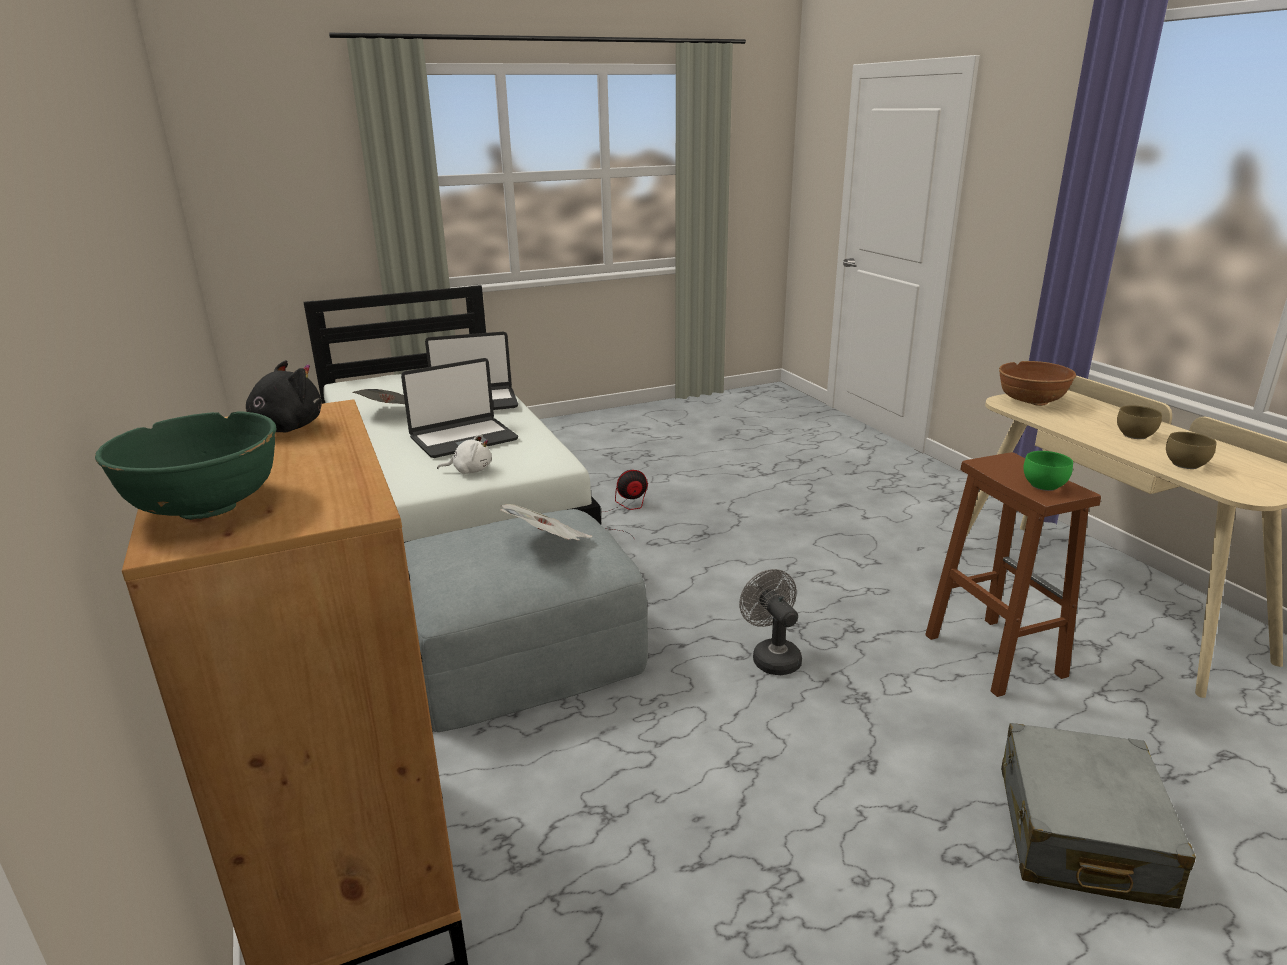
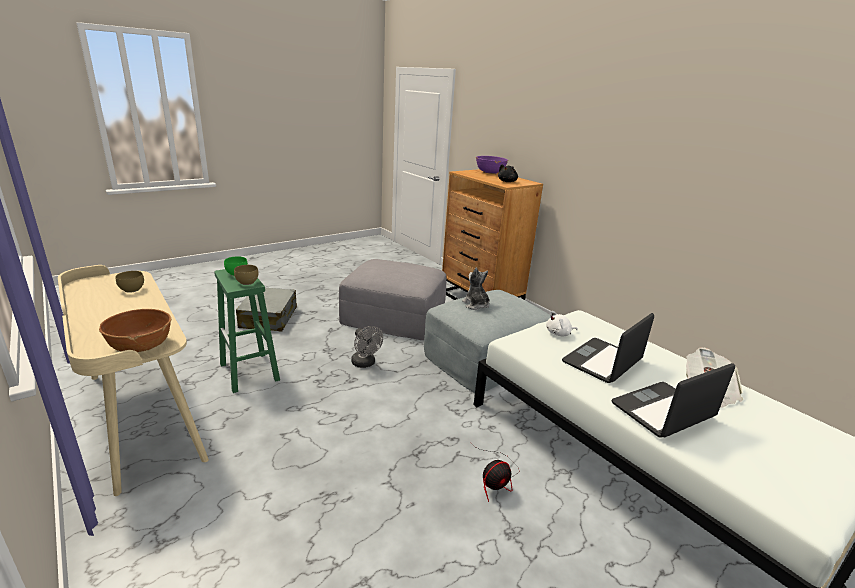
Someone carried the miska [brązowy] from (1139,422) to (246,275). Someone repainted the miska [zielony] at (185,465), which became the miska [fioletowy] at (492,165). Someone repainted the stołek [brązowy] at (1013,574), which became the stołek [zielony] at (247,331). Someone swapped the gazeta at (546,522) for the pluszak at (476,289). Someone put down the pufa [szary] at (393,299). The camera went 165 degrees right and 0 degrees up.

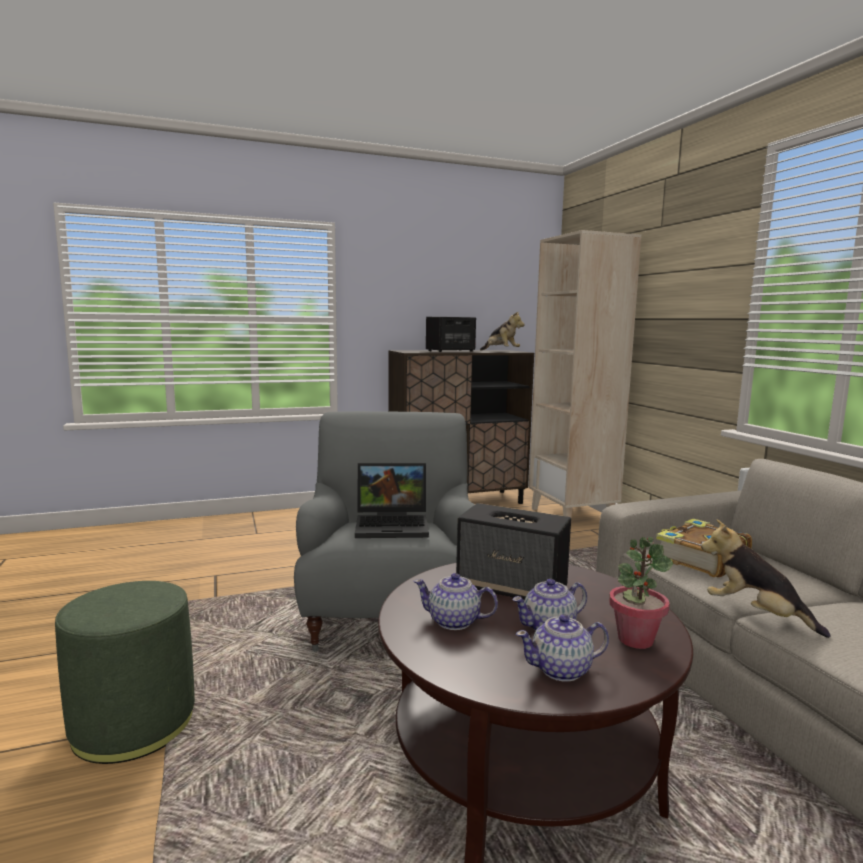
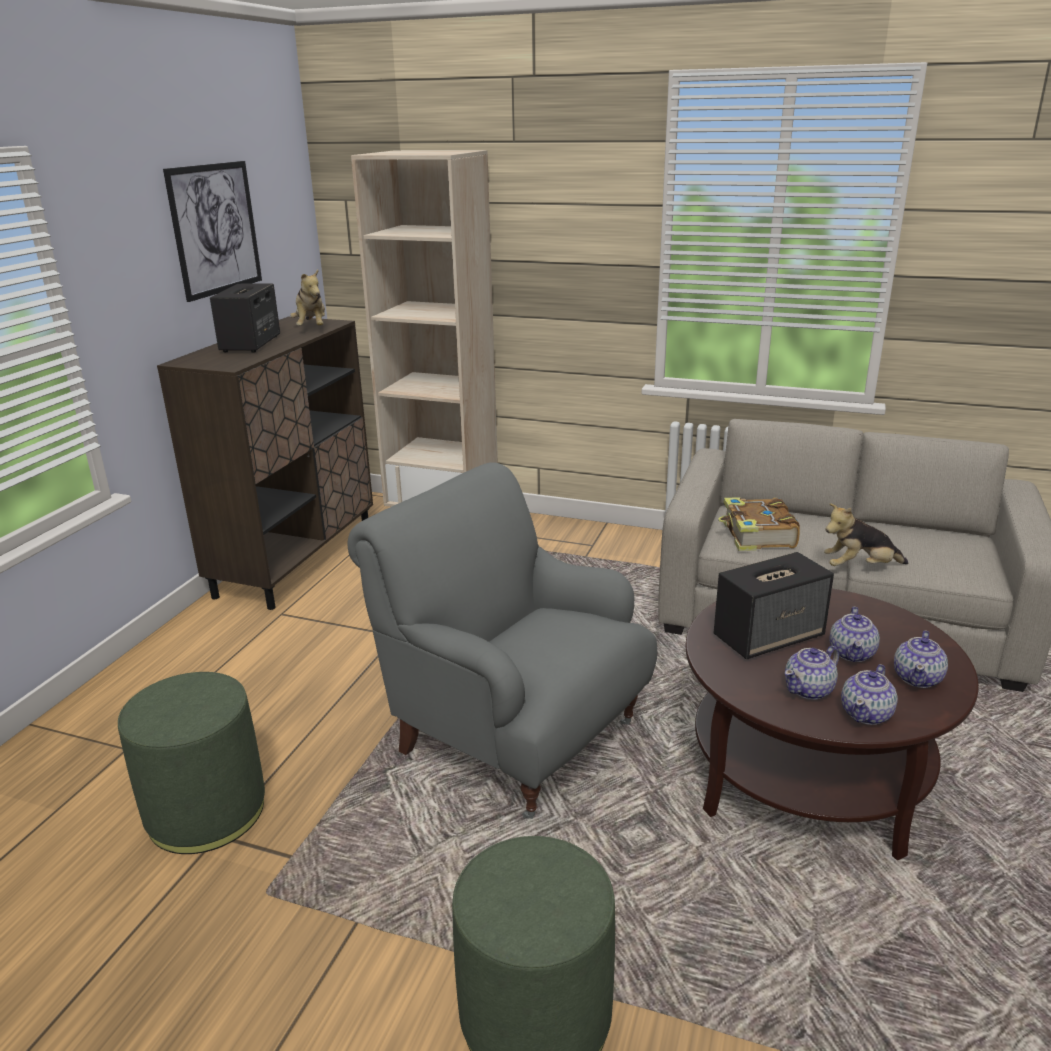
Someone rotated the pluszak at (502,330) by 75 degrees clockwise. Someone took away the laptop at (392,500). Someone took away the roślina doniczkowa at (641,593). Someone put up the obraz at (212,231). Someone put down the imbryk at (869,694). Someone put down the pufa [zielony] at (191,763). The camera went 50 degrees left and 15 degrees up.

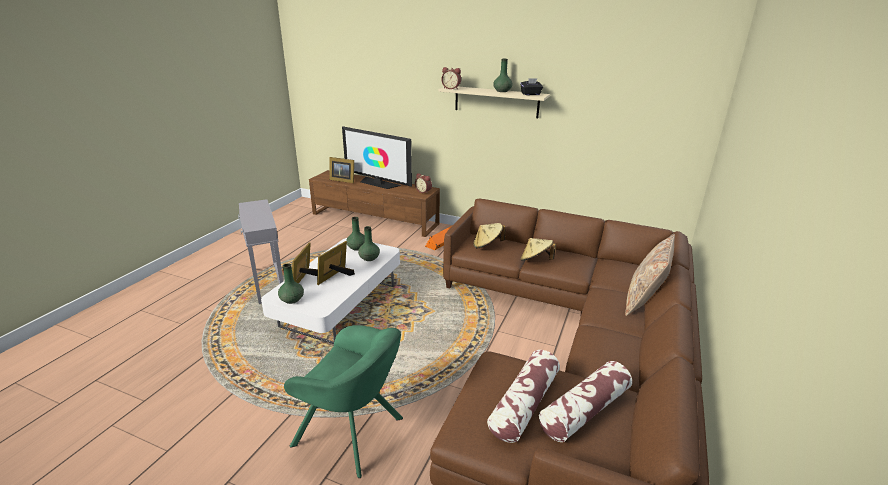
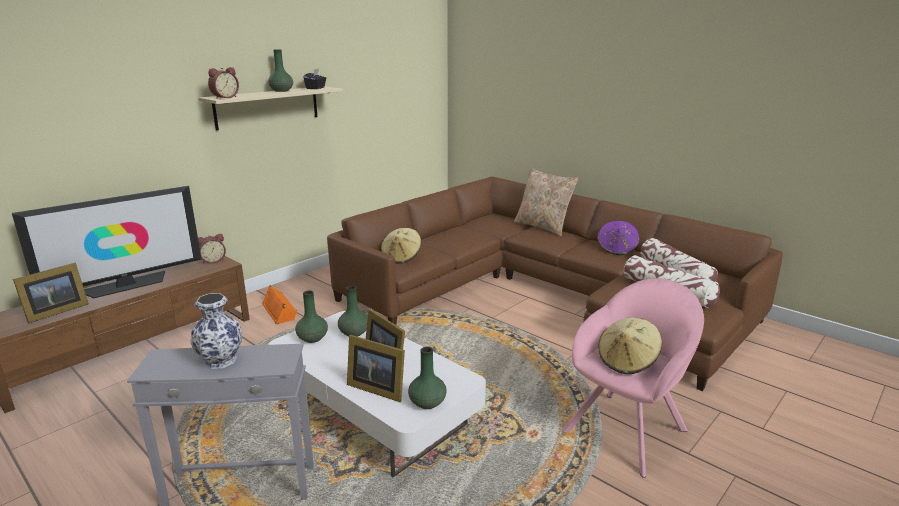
Someone carried the kapelusz [beżowy] from (538,249) to (630,346). Someone repainted the fotel [zielony] at (343,401), which became the fotel [różowy] at (633,378). Someone put down the kapelusz [fioletowy] at (618,238). Someone put down the wazon at (216,331). The camera went 70 degrees left and 5 degrees down.

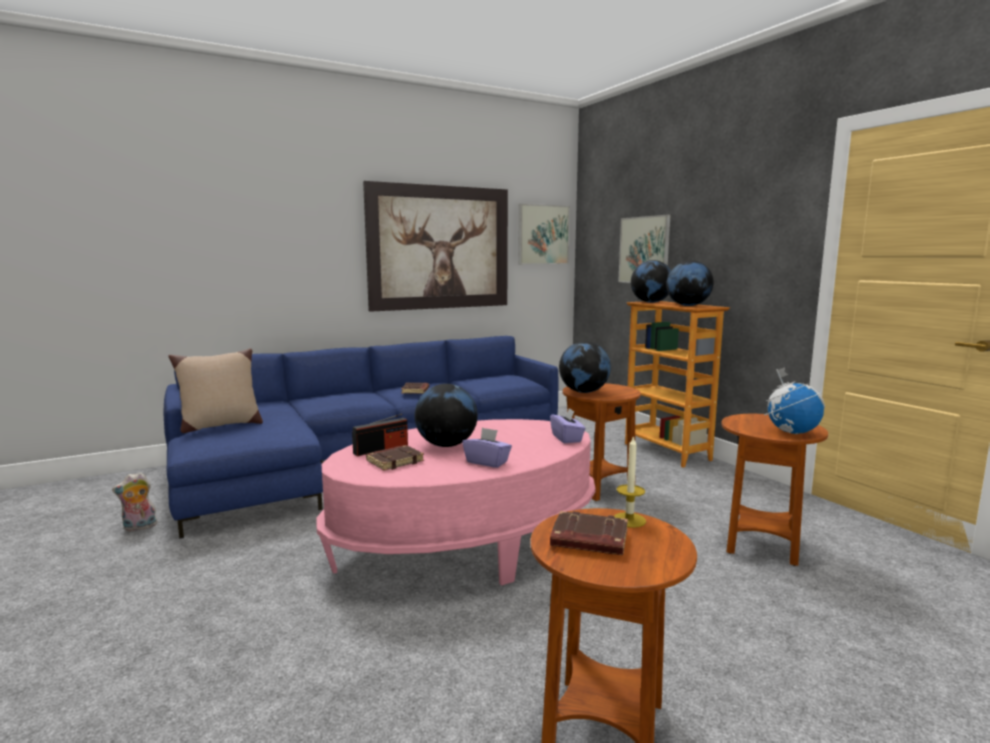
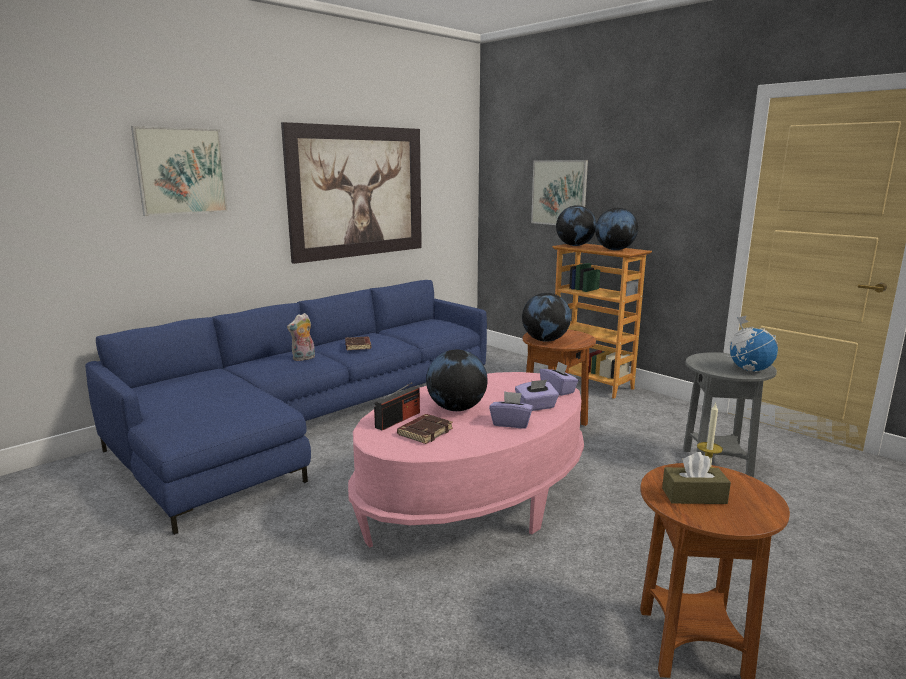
Someone carried the obraz from (544,234) to (179,171). Someone took away the poduszka [beżowy] at (216,390). Someone repainted the stolik [brązowy] at (774,490), which became the stolik [szary] at (730,415). Someone carried the pluszak from (135,501) to (301,337). Someone swapped the książka [brązowy] at (589,533) for the pudełko chusteczek [brązowy] at (696,478). Someone put down the pudełko chusteczek [fioletowy] at (537,395). The camera went 15 degrees left and 5 degrees up.

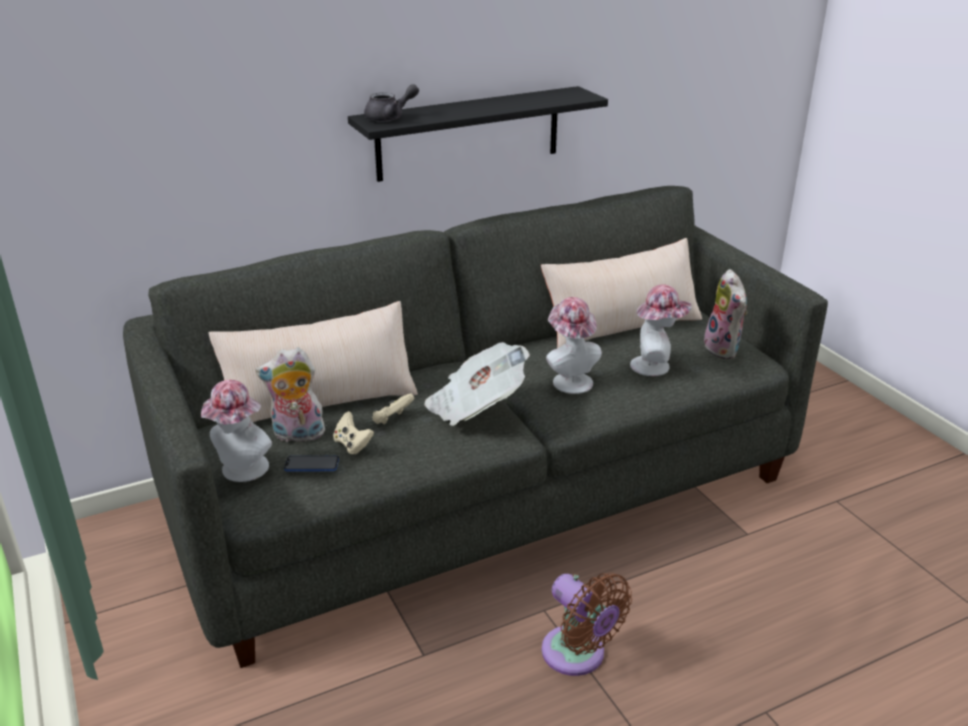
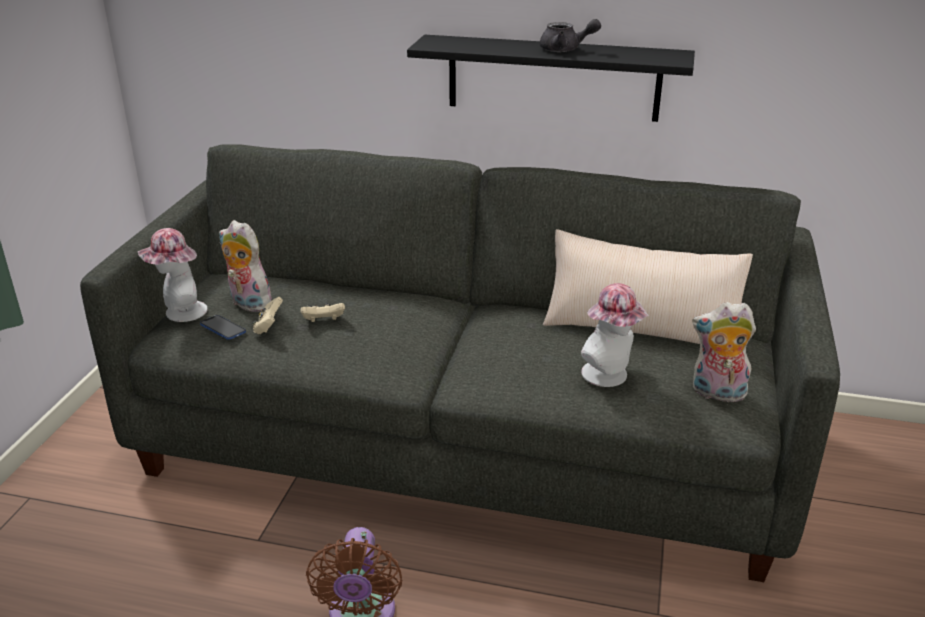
Someone carried the imbryk [szary] from (391,103) to (570,35). Someone rotated the pluszak at (725,314) by 75 degrees clockwise. Someone took away the kapelusz at (574,345). Someone took away the poduszka [beżowy] at (313,361). Someone took away the gazeta at (477,384). The camera went 40 degrees right and 0 degrees up.

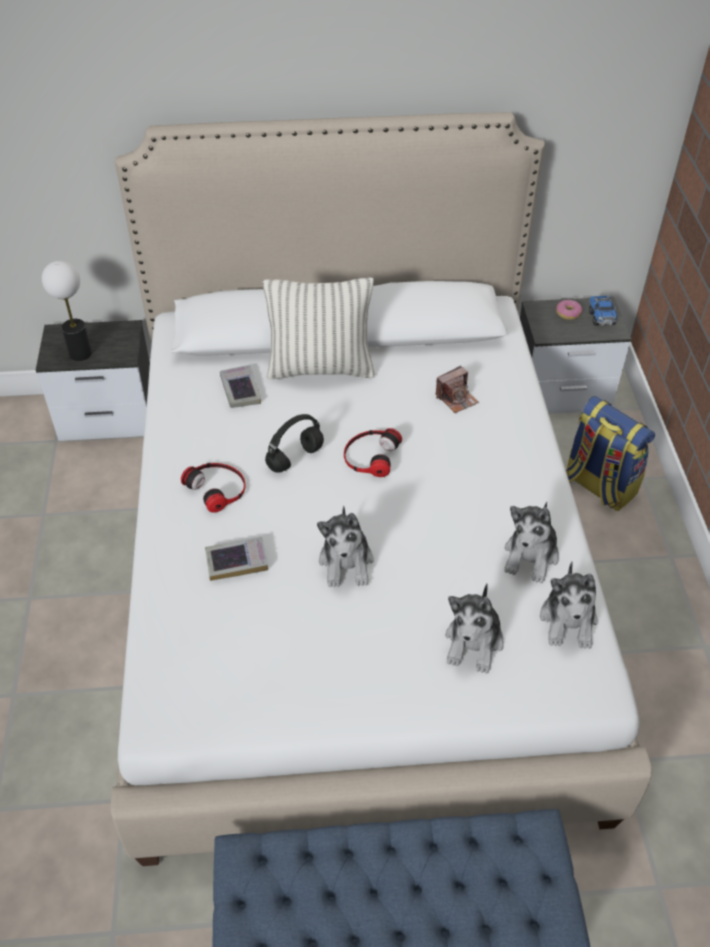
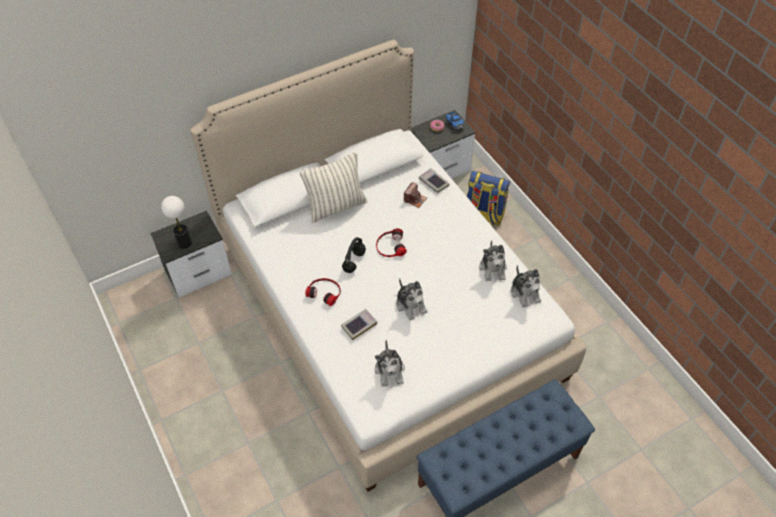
Someone carried the książka from (240,386) to (434,180). Someone carried the pluszak from (474,628) to (390,363). The camera went 25 degrees left and 5 degrees up.

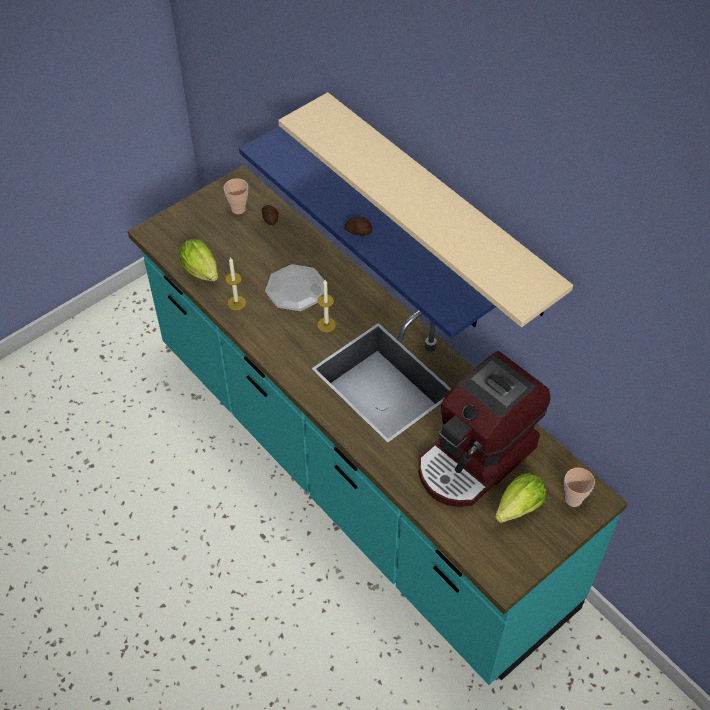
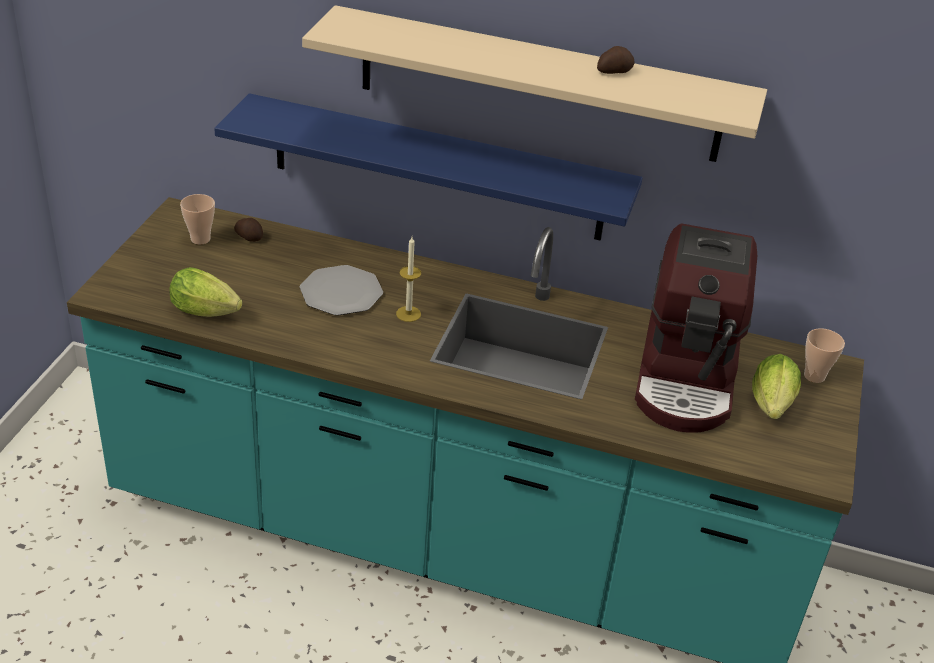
Someone carried the ziemniak from (359,226) to (616,60). Someone took away the świeca at (235,283). The camera went 35 degrees left and 15 degrees down.

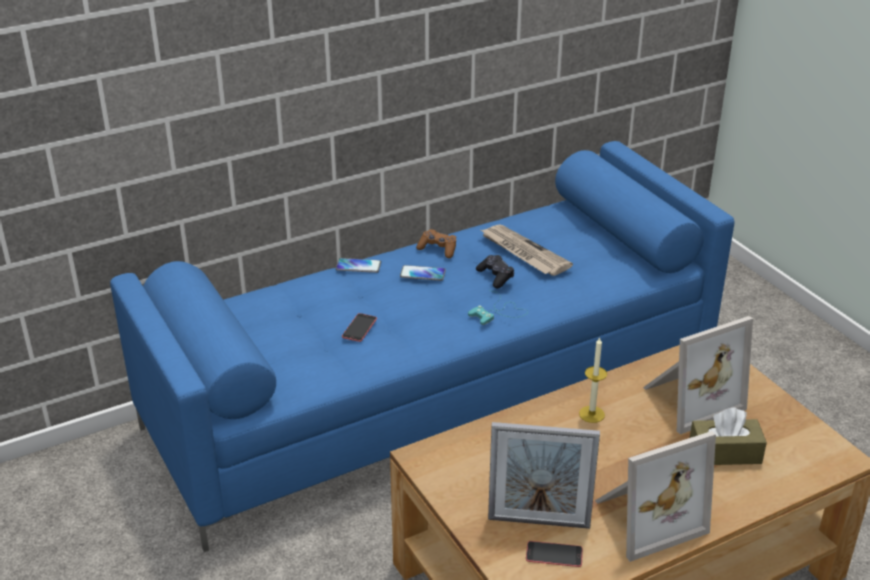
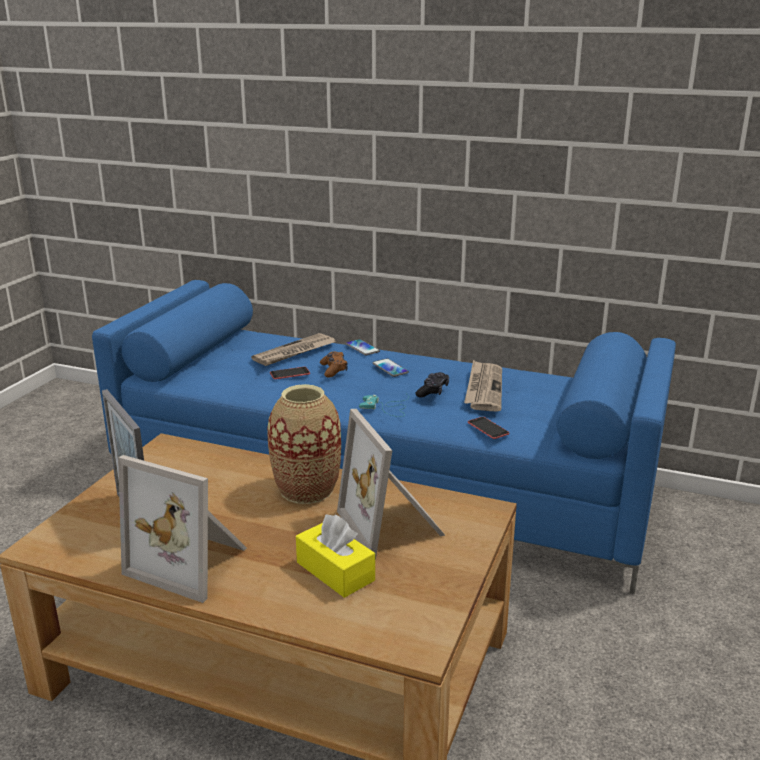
Someone carried the pad do gier [brązowy] from (436,243) to (334,364). Someone rotated the ramka na zdjęcie at (698,375) by 45 degrees clockwise. Someone swapped the świeca at (593,380) for the wazon at (304,444). Someone repainted the pudełko chusteczek [brązowy] at (728,436), which became the pudełko chusteczek [żółty] at (335,556). Someone carried the telefon from (554,554) to (489,428). Someone put down the gazeta at (293,349). The camera went 50 degrees right and 10 degrees down.

